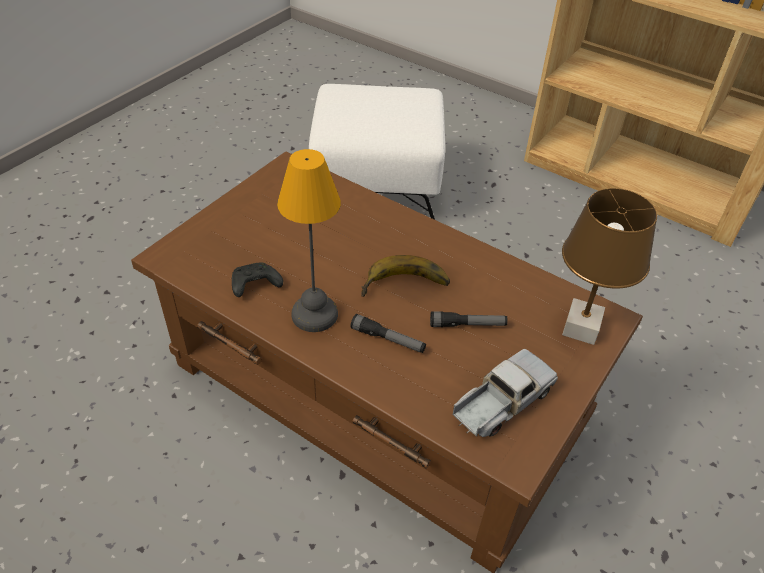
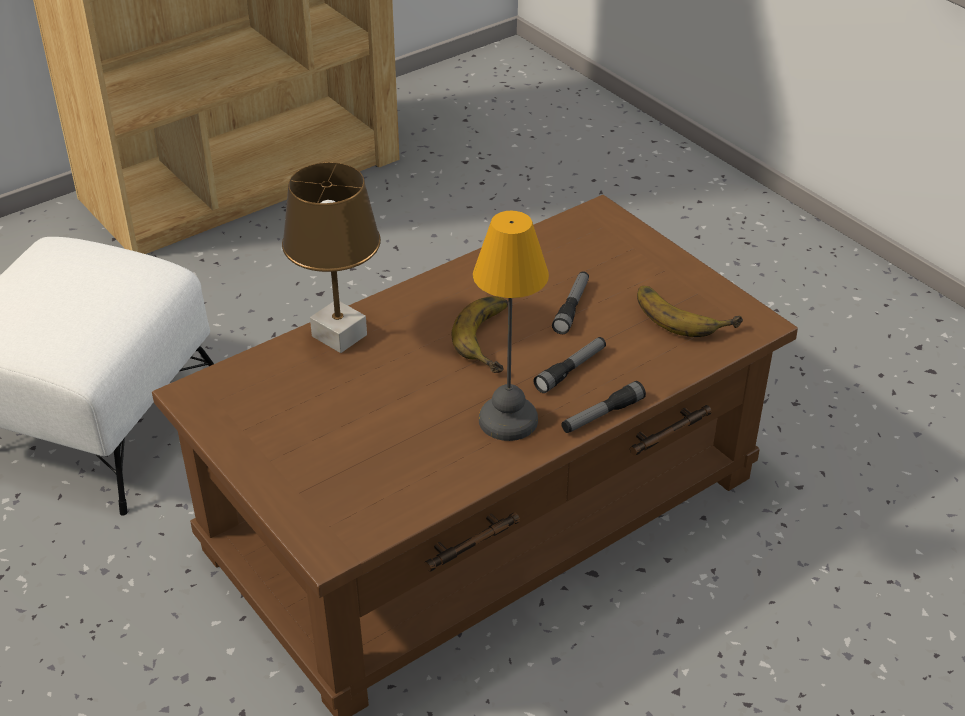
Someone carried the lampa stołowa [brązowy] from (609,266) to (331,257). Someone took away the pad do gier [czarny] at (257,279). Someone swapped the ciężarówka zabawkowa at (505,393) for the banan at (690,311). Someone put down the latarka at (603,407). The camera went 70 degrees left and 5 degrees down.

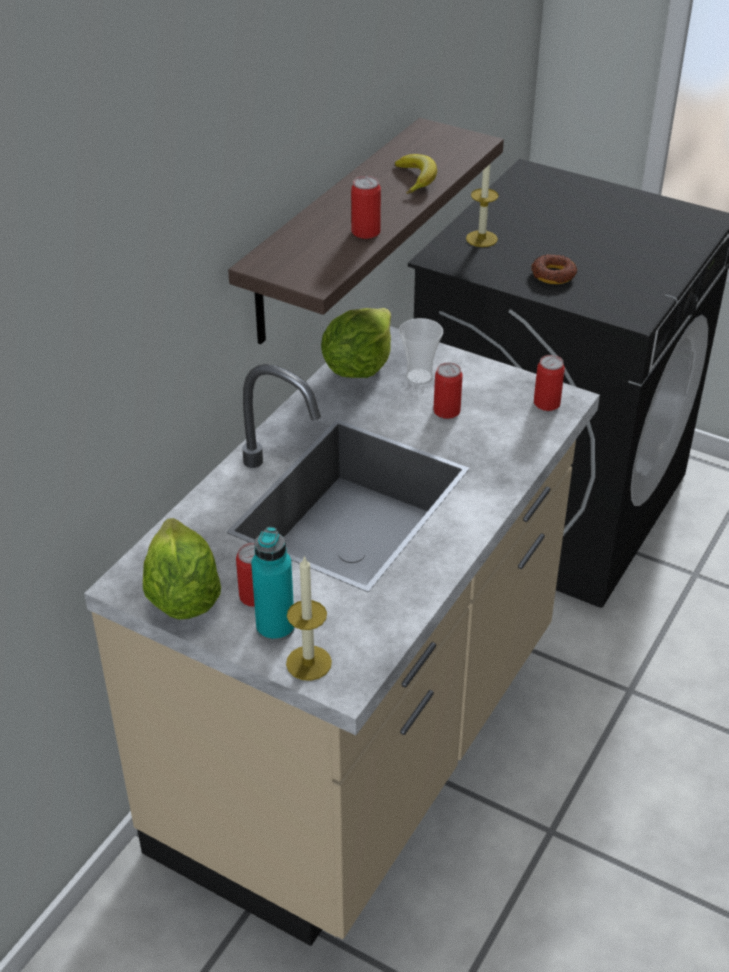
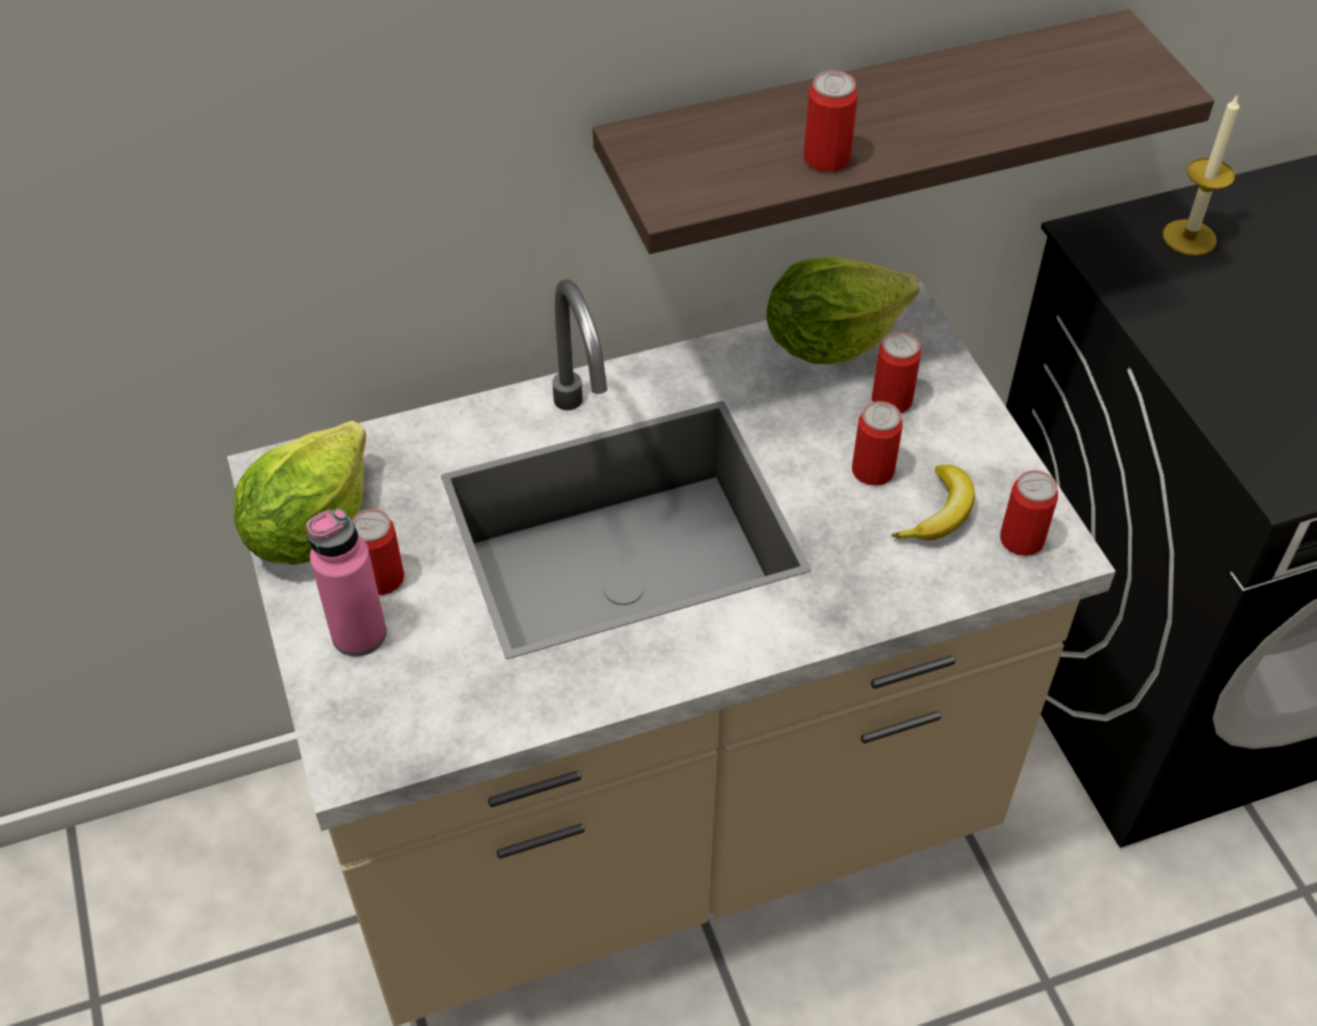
Someone carried the banan from (416,174) to (933,502). Someone took away the donut at (554,269). Someone swapped the filiżanka at (421,351) for the puszka at (896,372). Someone repainted the butelka [turkusowy] at (273,584), which became the butelka [różowy] at (346,582). Someone took away the świeca at (309,618). The camera went 40 degrees right and 10 degrees up.

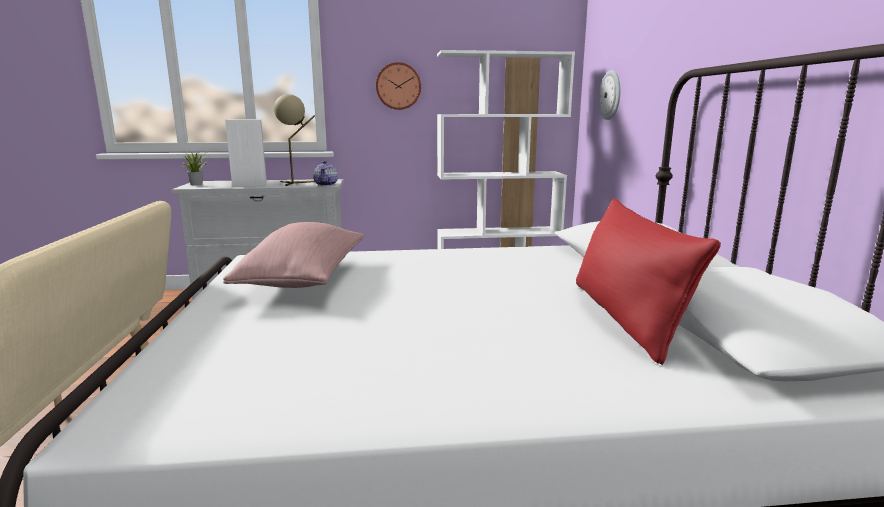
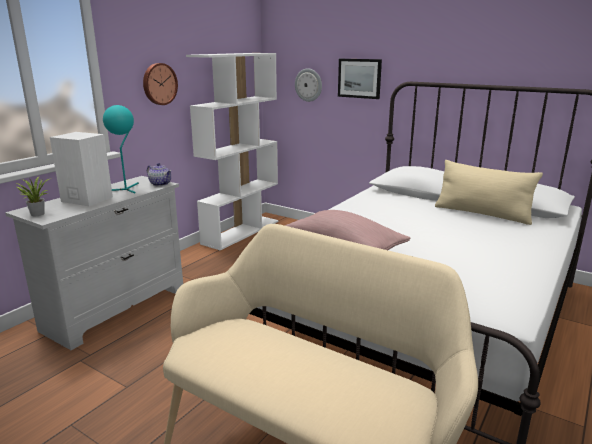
Someone repainted the lampa stołowa [beżowy] at (294,140), which became the lampa stołowa [turkusowy] at (121,149). Someone repainted the poduszka [czerwony] at (648,281), which became the poduszka [beżowy] at (489,192). Someone put up the obraz at (360,79). The camera went 50 degrees left and 5 degrees up.

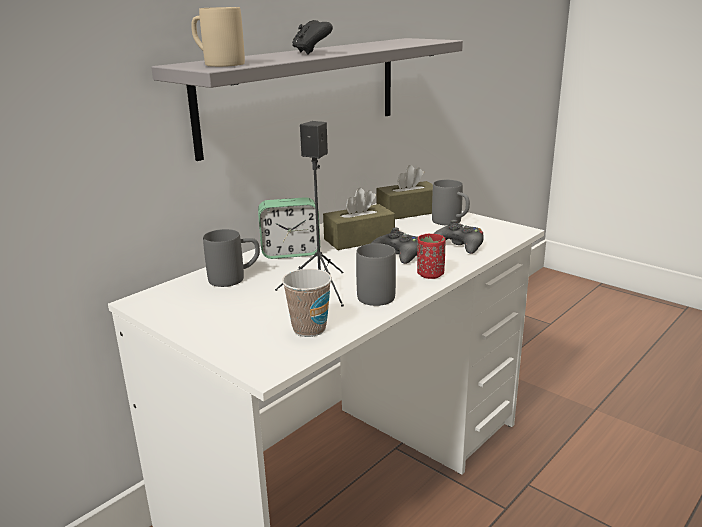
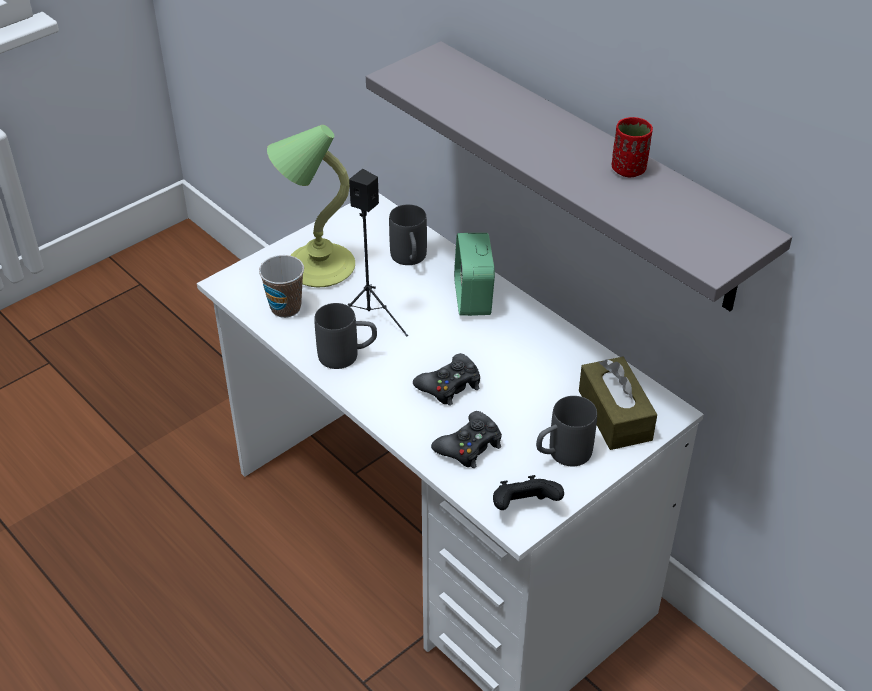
Someone took away the kubek [beżowy] at (218,37). Someone carried the pad do gier [czarny] from (312,37) to (528,492). Someone took away the pudełko chusteczek [brązowy] at (359,219). Someone carried the filiżanka [czerwony] from (431,256) to (632,147). Someone put down the lampa stołowa at (311,206). The camera went 95 degrees right and 20 degrees up.

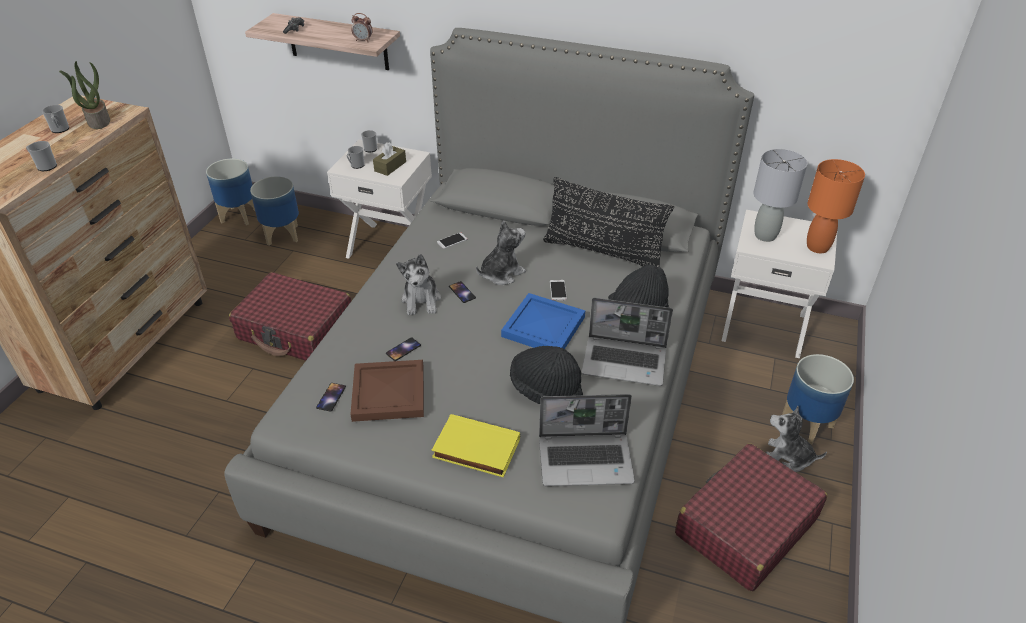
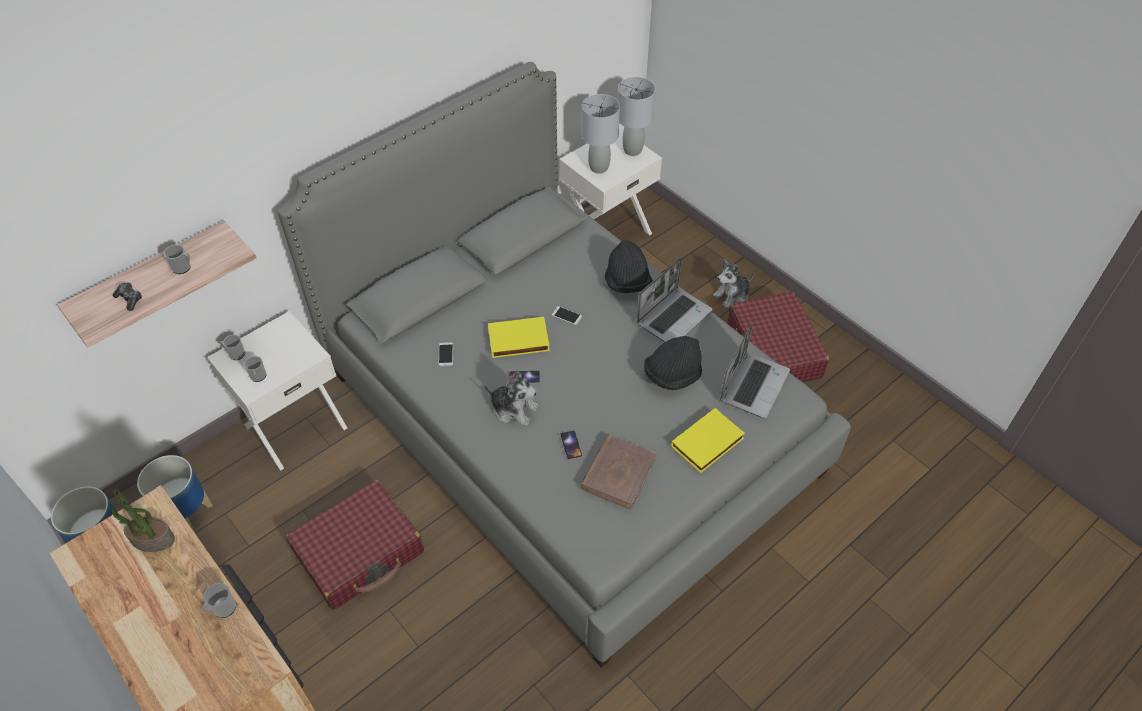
Someone took away the budzik at (362,27). Someone carried the kubek from (55,119) to (177,259). Someone took away the pudełko chusteczek [brązowy] at (389,159). Someone repainted the lampa stołowa [pomarańczowy] at (836,206), which became the lampa stołowa [szary] at (636,116). Someone took away the poduszka [czarny] at (608,222). Someone swapped the pluszak at (501,253) for the książka [żółty] at (519,337). Someone took away the taca [niebieski] at (543,321). Someone took away the donica at (818,399). Someone swapped the taca [brązowy] at (387,391) for the książka [brązowy] at (618,472). Someone took away the telefon at (331,397). The camera went 60 degrees left and 10 degrees up.

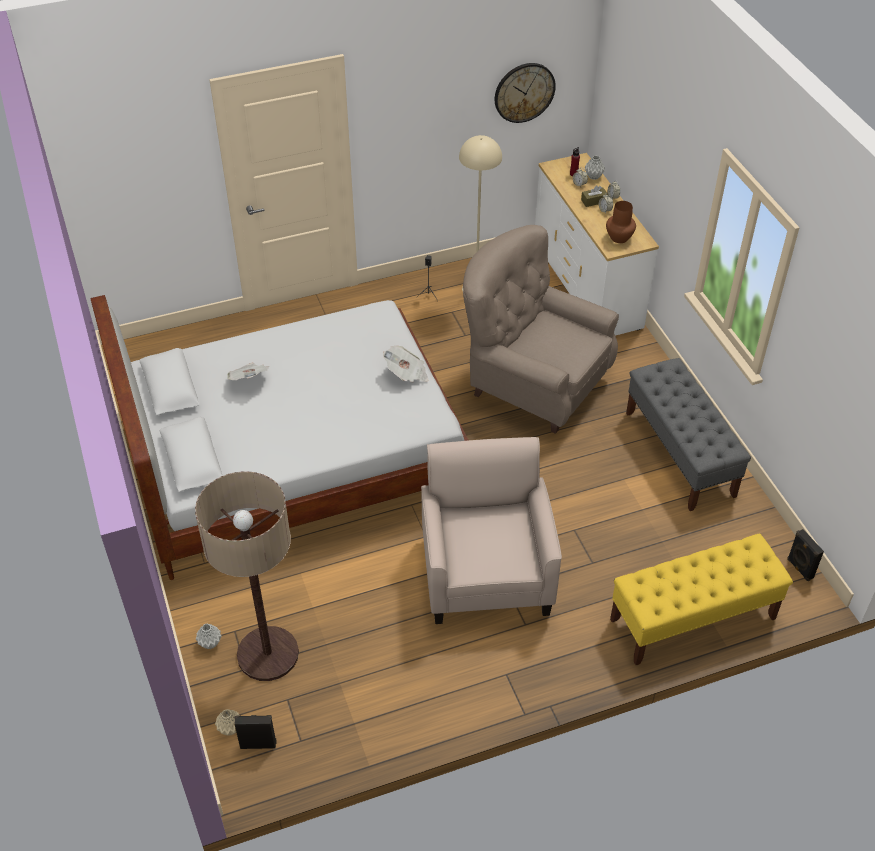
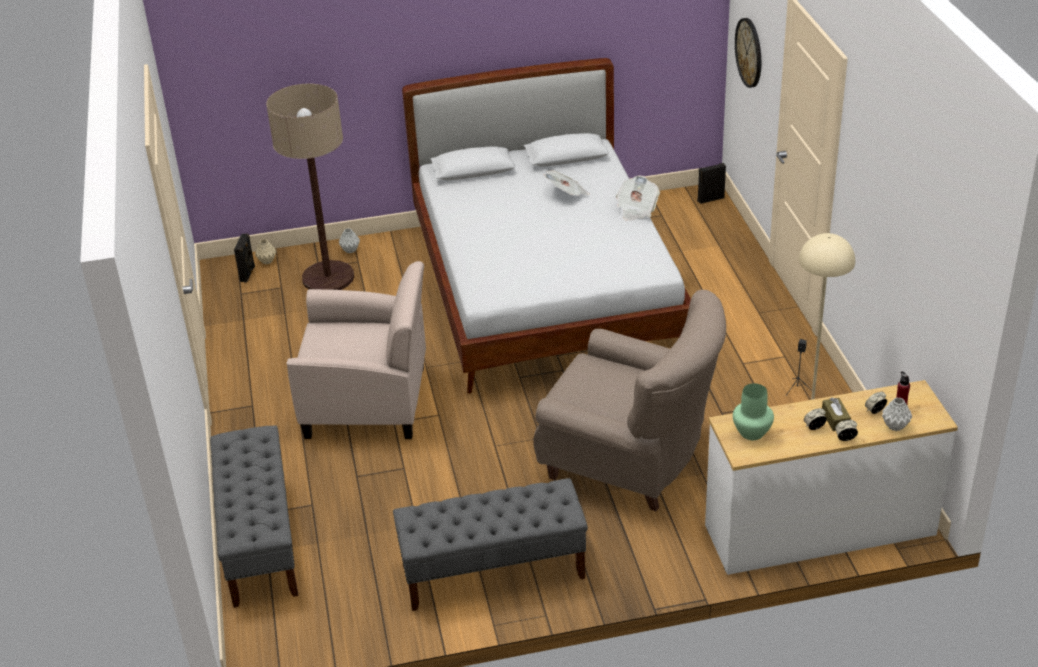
Someone carried the zegar ścienny from (525,93) to (748,53). Someone repainted the wazon [brązowy] at (621,222), which became the wazon [zielony] at (753,411). Someone rotated the fotel [beżowy] at (541,329) by 75 degrees clockwise. Someone carried the gazeta from (405,364) to (638,198). Someone carried the głośnik [czarny] from (805,555) to (711,183). Someone repainted the ławka [żółty] at (701,599), which became the ławka [szary] at (254,517). The camera went 100 degrees right and 10 degrees down.

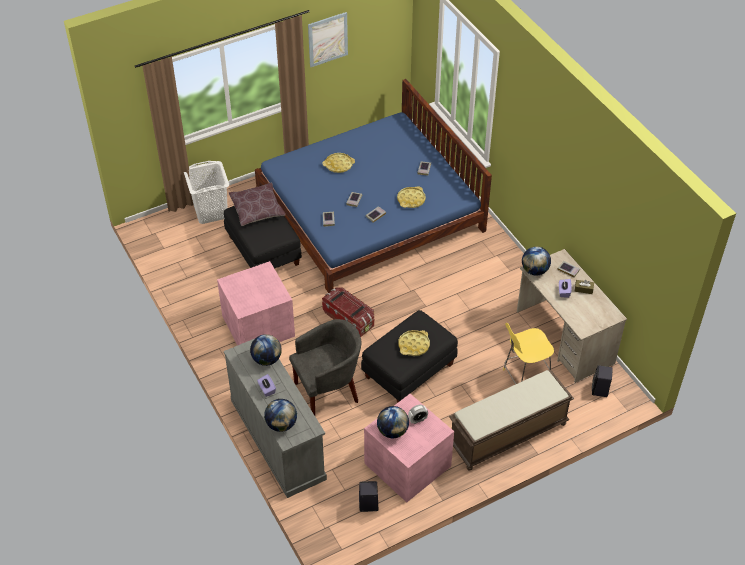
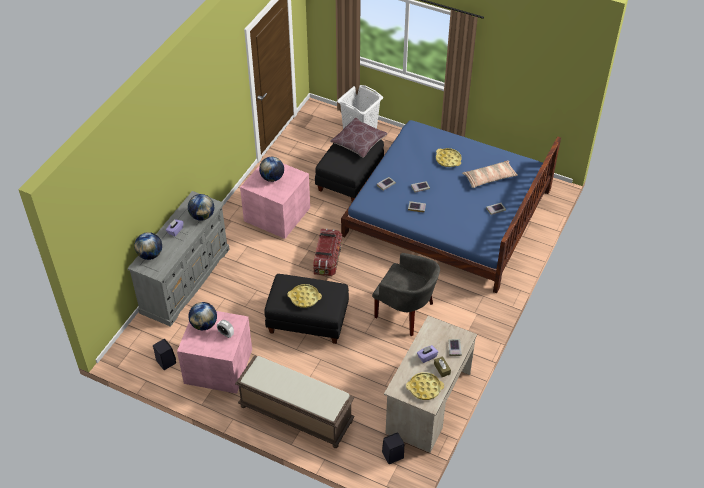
Someone took away the obraz at (328,39). Someone carried the taca [żółty] from (411,197) to (425,386). Someone carried the globus from (536,261) to (271,169). Someone carried the fotel [szary] from (325,367) to (406,294). Someone took away the stołek [żółty] at (528,353). Someone put down the poduszka at (490,174). The camera went 55 degrees right and 0 degrees up.

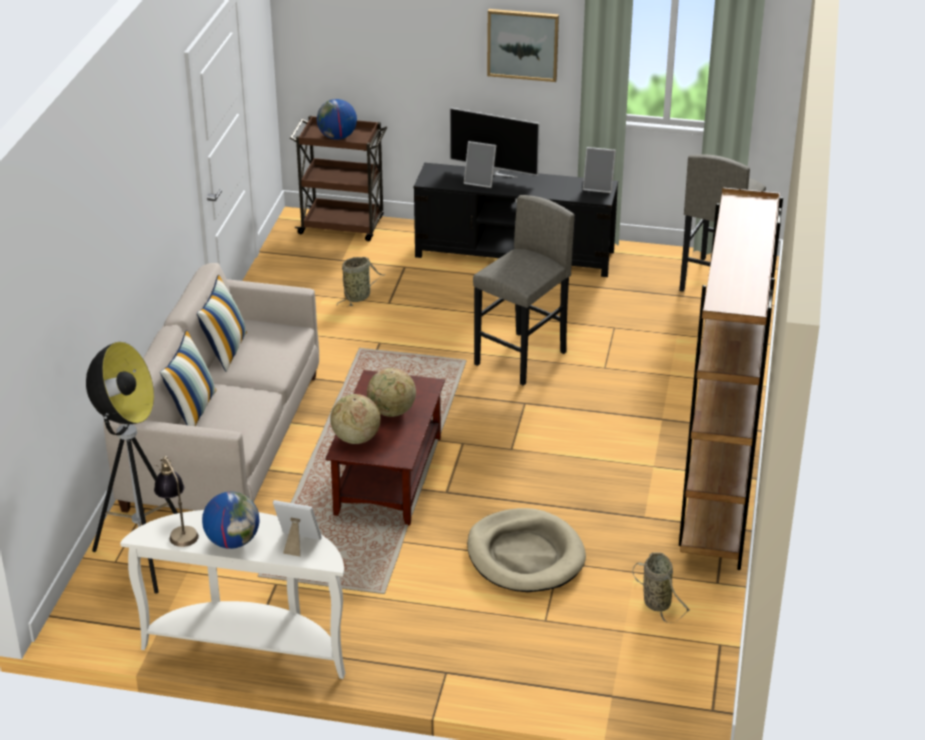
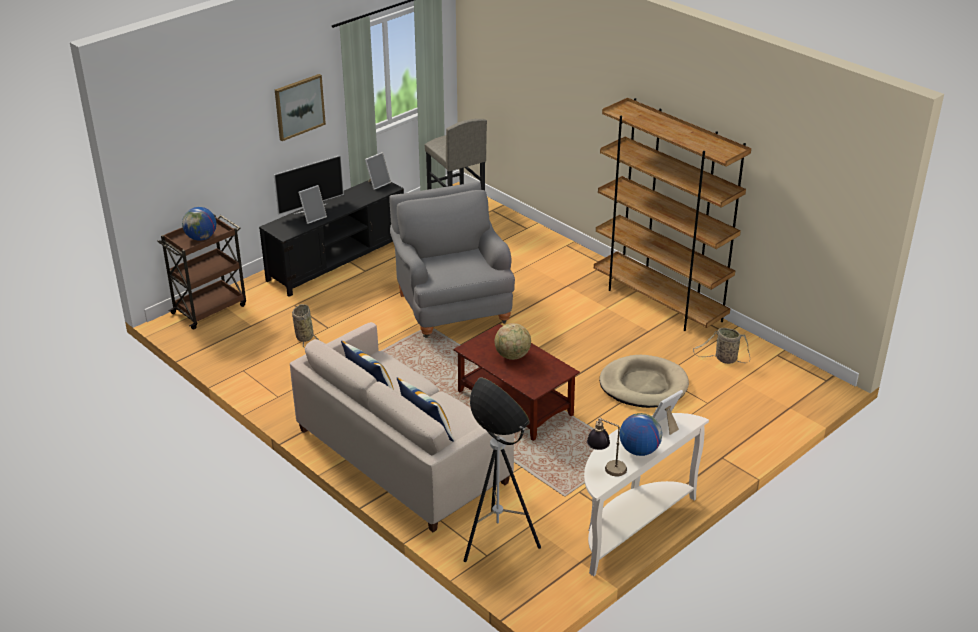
Someone swapped the stołek [szary] at (524,290) for the fotel [szary] at (452,260). Someone took away the globus at (355,419). The camera went 55 degrees left and 0 degrees up.

